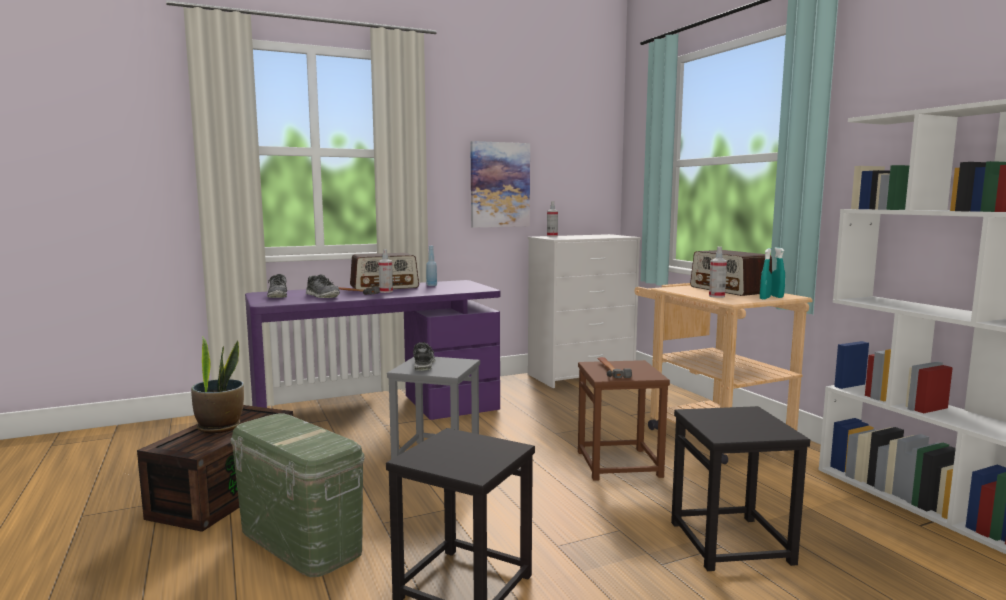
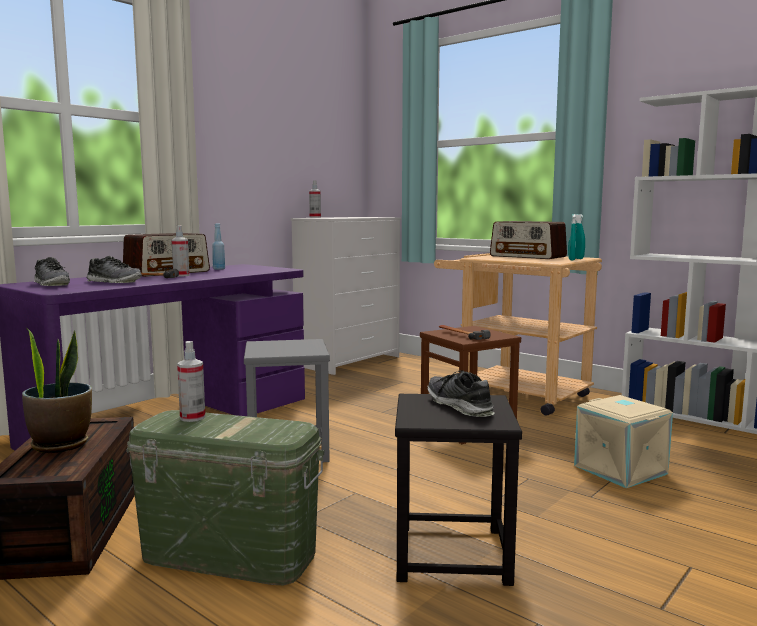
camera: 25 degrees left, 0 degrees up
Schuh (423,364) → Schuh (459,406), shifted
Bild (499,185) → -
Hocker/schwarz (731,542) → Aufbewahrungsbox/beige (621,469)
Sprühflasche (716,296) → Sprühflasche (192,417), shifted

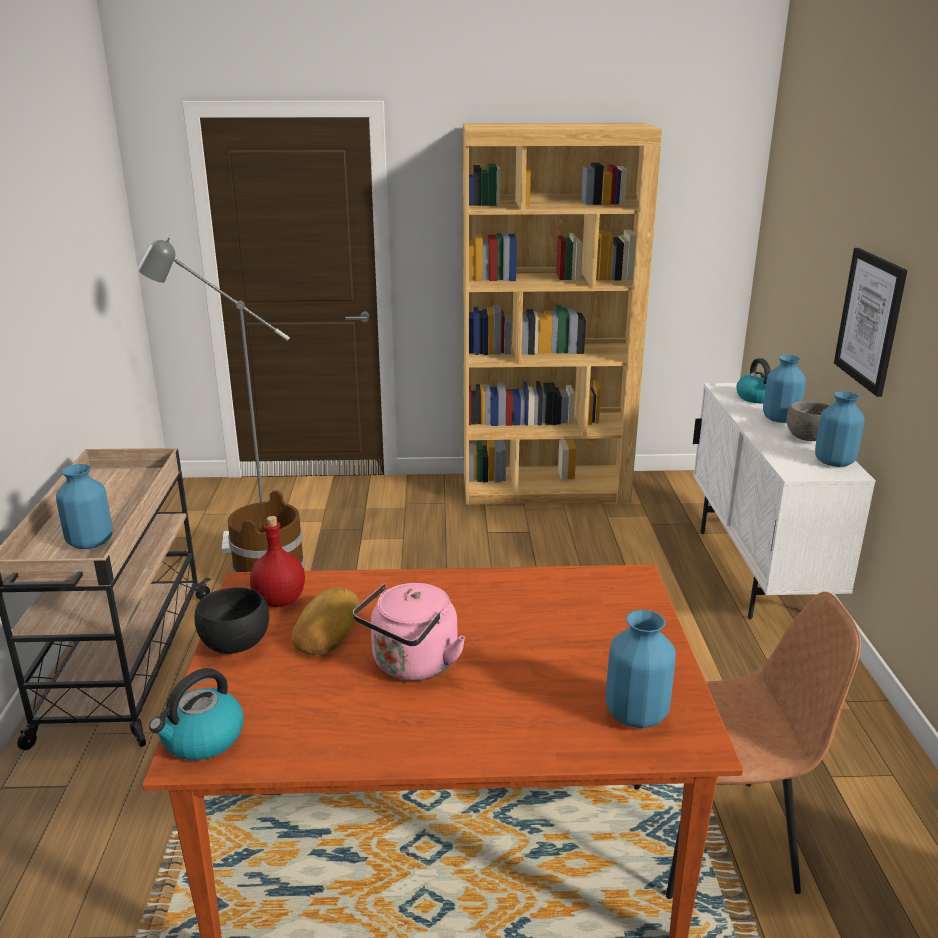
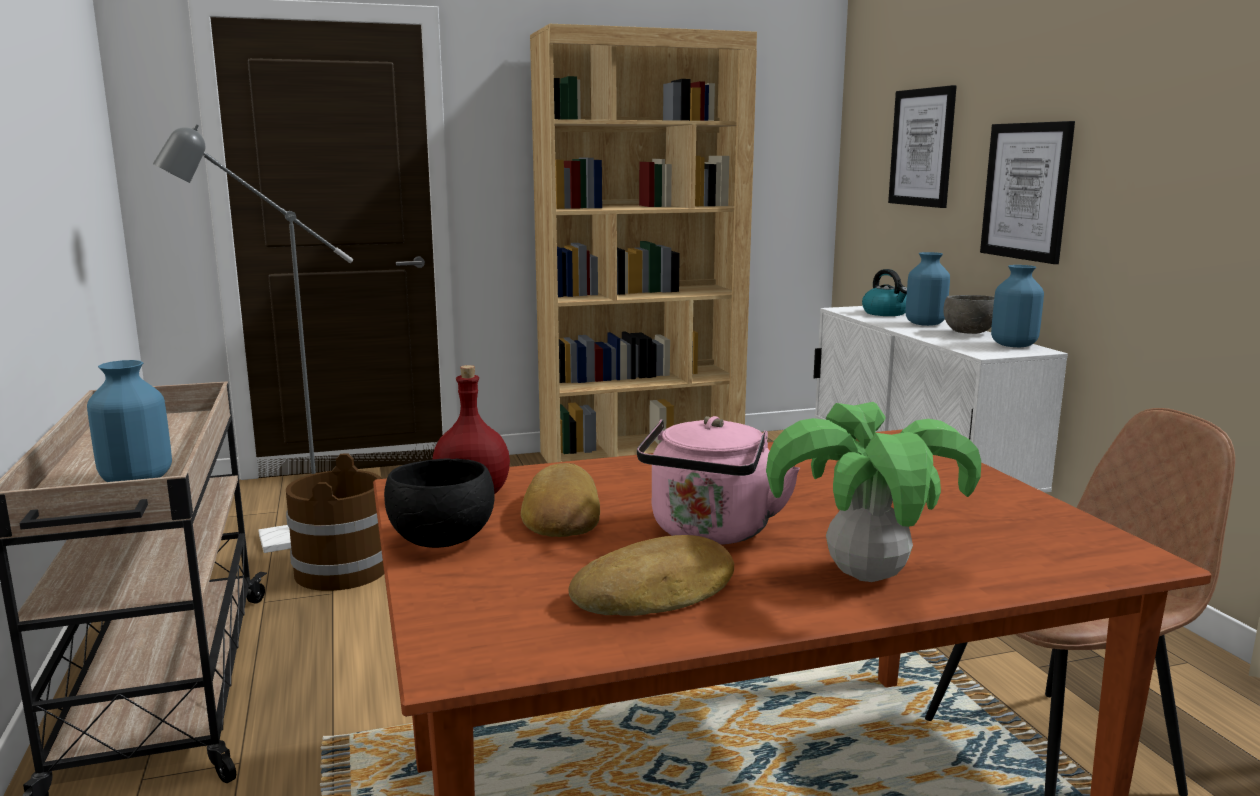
camera: 15 degrees left, 10 degrees down
Wasserkessel (202,739) → -
Vase/blau (636,714) → -
- → Brot (657,592)
- → Topfpflanze (867,575)
- → Bild (922,147)

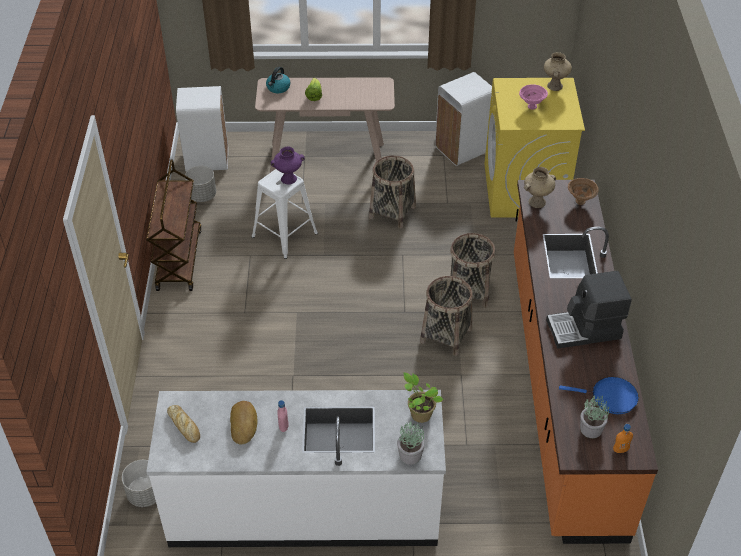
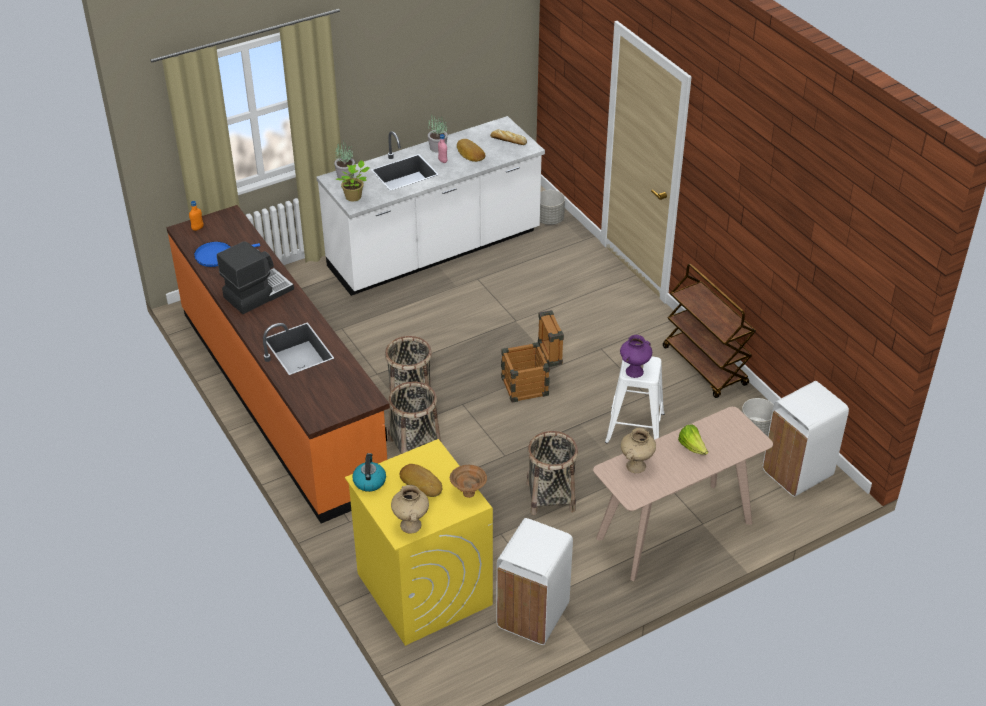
camera: 150 degrees right, 5 degrees down
Wasserkessel (278,88) → Wasserkessel (369,481), shifted
Schüssel/rosa (531,107) → Brot (421,482)
Vase/beige (537,201) → Vase/beige (636,466), shifted
Schüssel/braun (581,202) → Schüssel/braun (467,493), shifted
Topfpflanze (591,429) → Topfpflanze (437,148), shifted
- → Kiste (531,385)

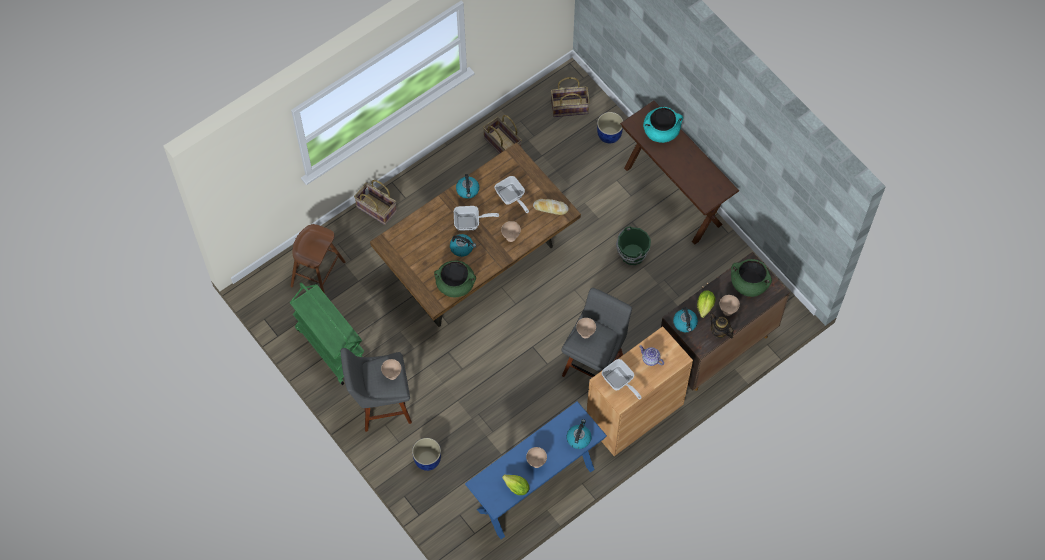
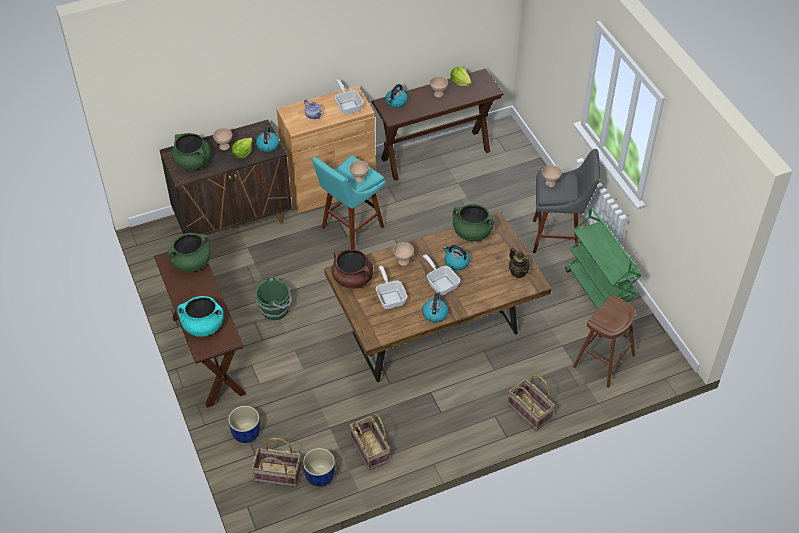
camera: 165 degrees left, 15 degrees down
Pflanzkübel/blau (427,459) → Pflanzkübel/blau (320,476), shifted
Pfanne (470,222) → Pfanne (441,283), 45 degrees clockwise
Konsolentisch/blau (535,489) → Konsolentisch/braun (436,155)
Brot (550,208) → Kochtopf/braun (353,279)
Hocker/grau (595,364) → Hocker/türkis (350,229)
Teekanne (719,331) → Teekanne (518,272), shifted
- → Kochtopf/grün (191,263)

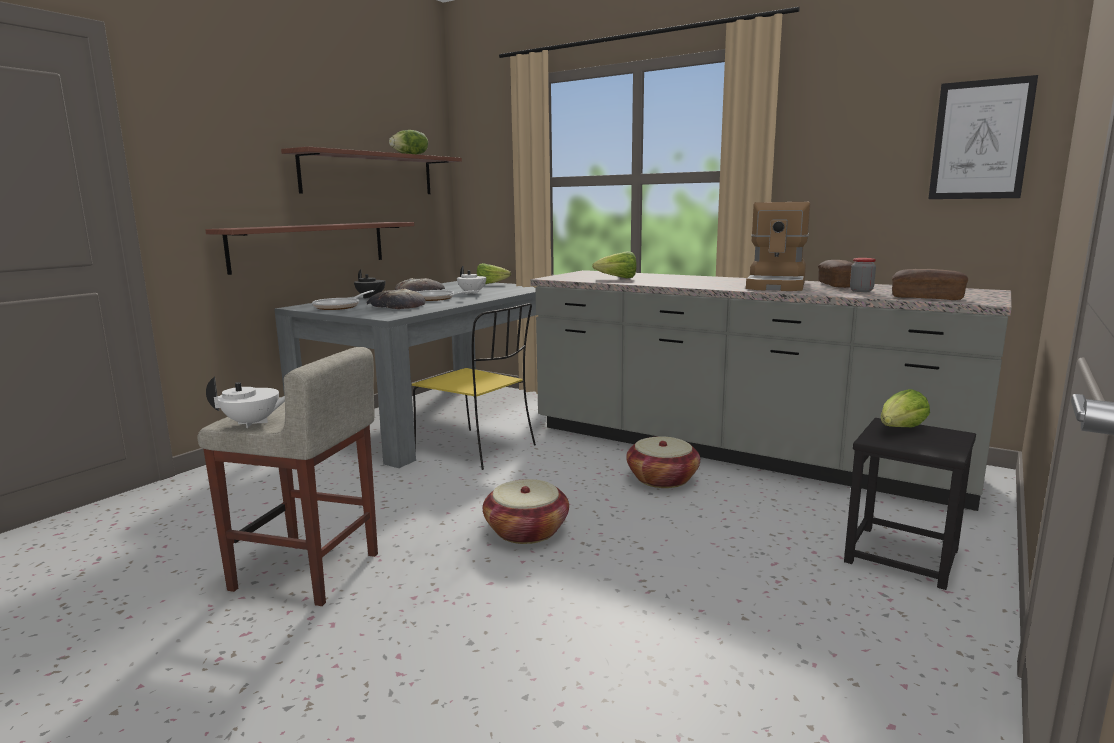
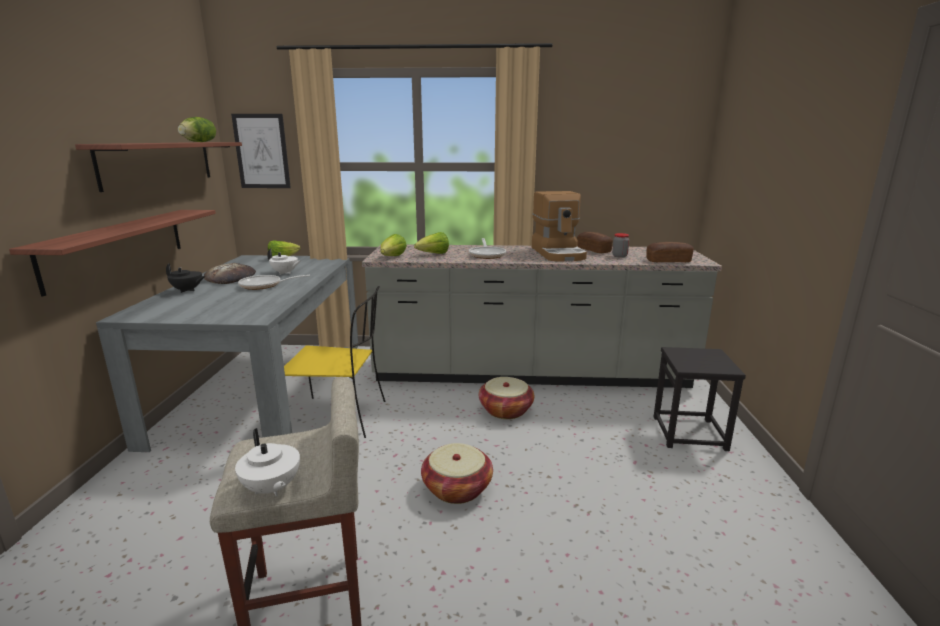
camera: 30 degrees left, 5 degrees up
Teekanne/weiß (253,423) → Teekanne/weiß (271,488), 90 degrees clockwise
Pfanne (340,307) → Pfanne (487,255), shifted
Brot (396,306) → -
Salatkopf (900,430) → Salatkopf (392,257), shifted
Bild (980,140) → Bild (261,151), shifted

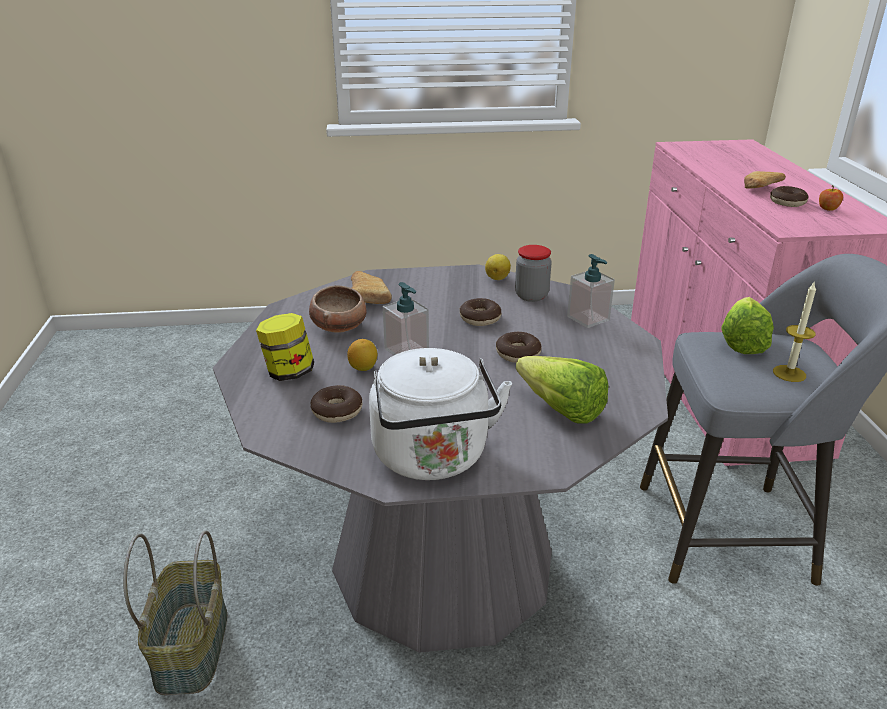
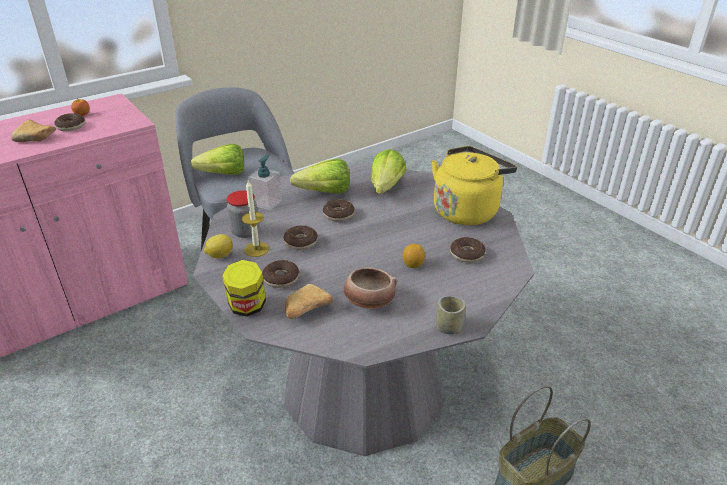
camera: 120 degrees left, 5 degrees up
Vorratsglas (289,372) → Vorratsglas (247,307), shifted
Wasserkessel/weiß (433,458) → Wasserkessel/gelb (467,210)
Seifenspender (406,350) → -
Kerze (789,373) → Kerze (256,249), shifted
- → Donut (281,279)
- → Salatkopf (320,192)
- → Tasse (449,328)

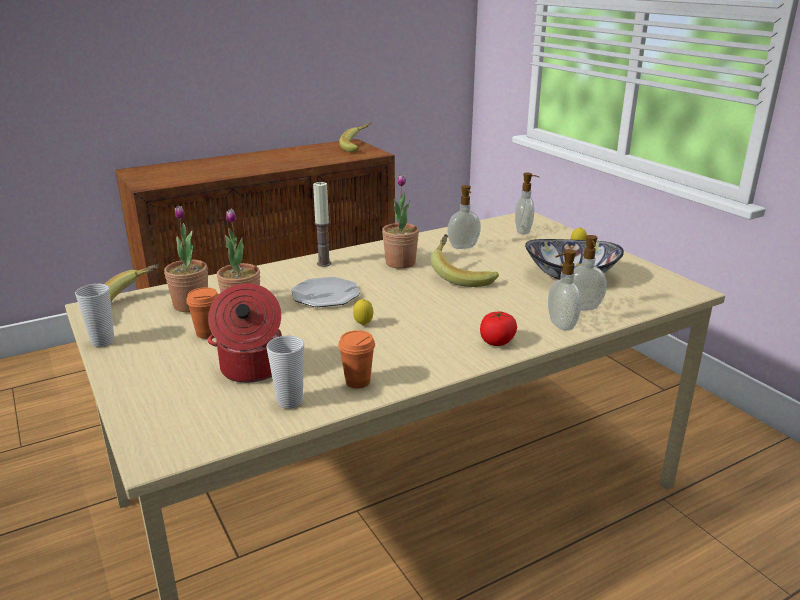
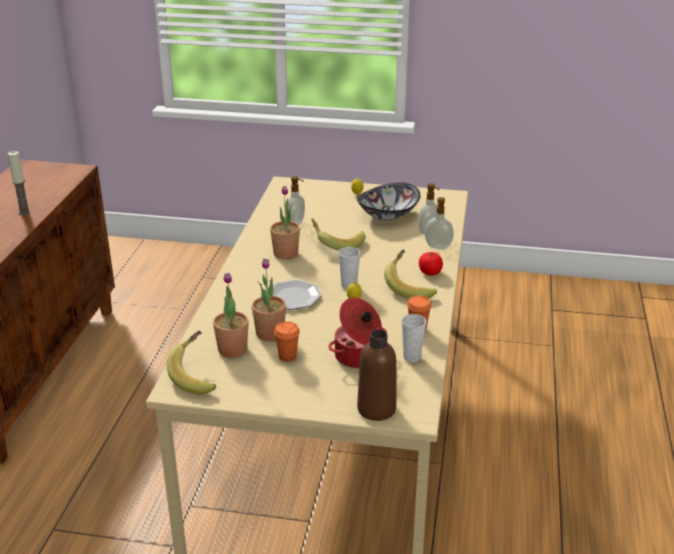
camera: 50 degrees left, 5 degrees up
Tasse (102,341) → Tasse (349,286), shifted
Kerze (324,263) → Kerze (24,212), shifted
Banane (358,147) → Banane (410,287), shifted
Seifenspender (524,231) → -
- → Flasche/braun (376,409)

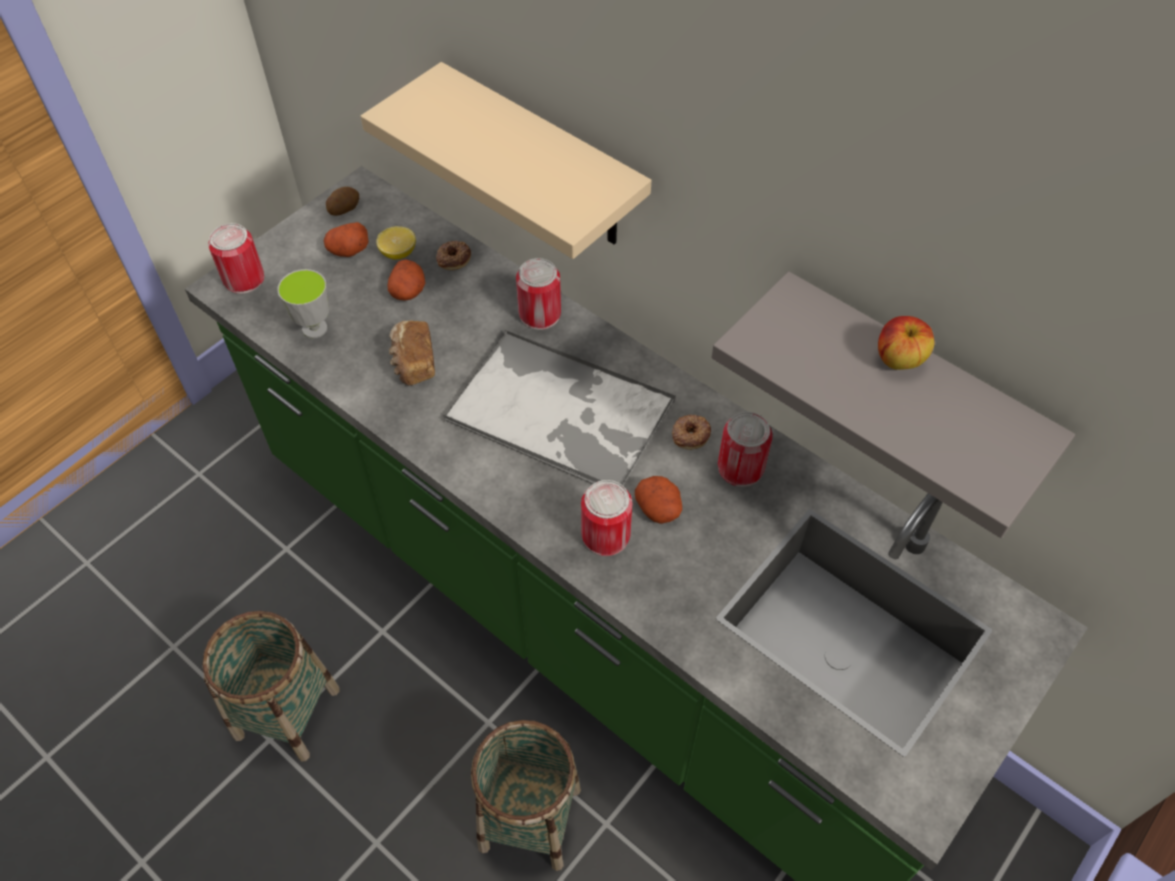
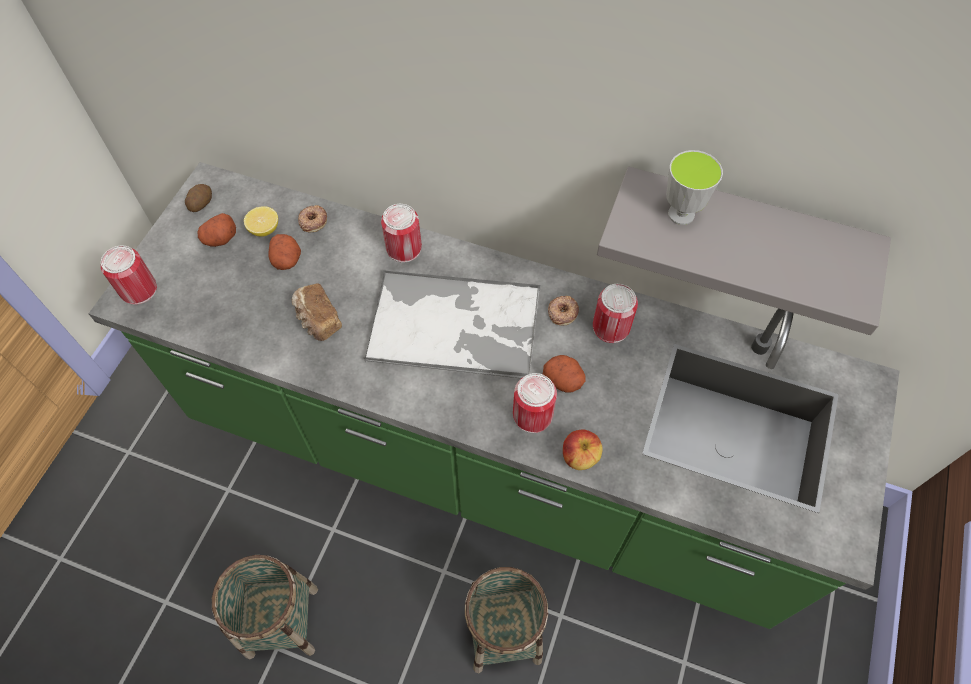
camera: 20 degrees left, 5 degrees up
Tasse (314,328) → Tasse (681,214), shifted
Wandregal/beige (543,160) → -
Apfel (899,359) → Apfel (579,457), shifted

